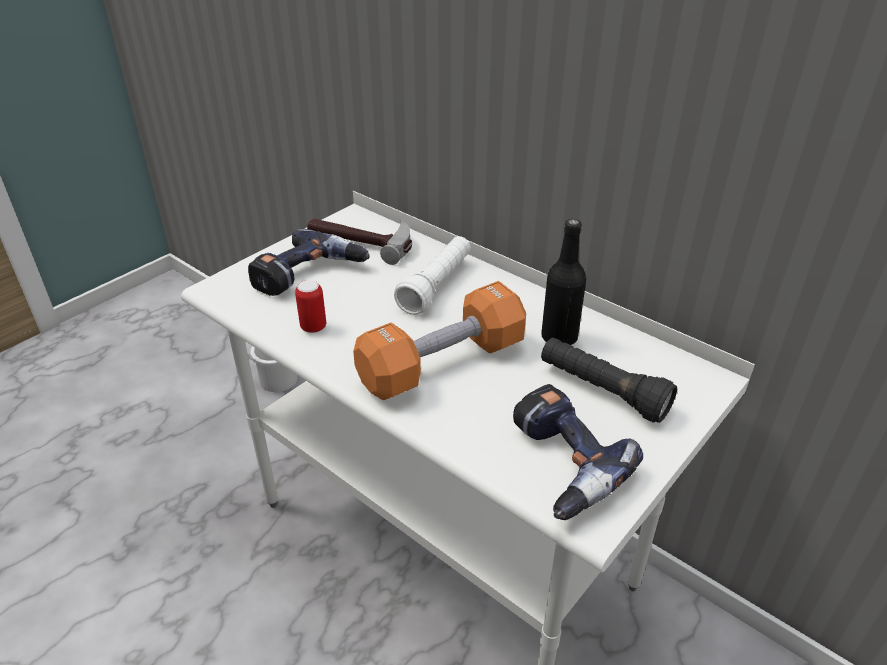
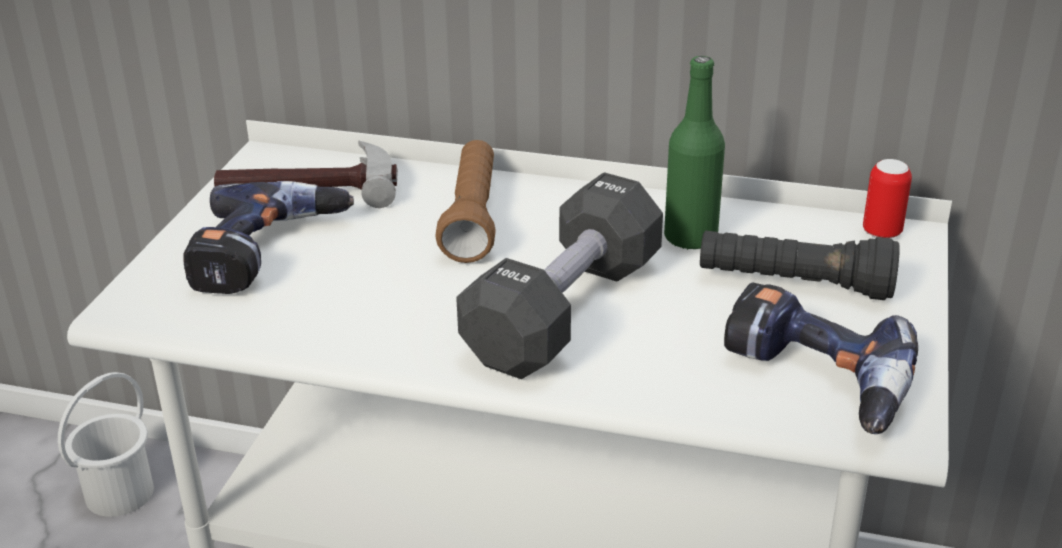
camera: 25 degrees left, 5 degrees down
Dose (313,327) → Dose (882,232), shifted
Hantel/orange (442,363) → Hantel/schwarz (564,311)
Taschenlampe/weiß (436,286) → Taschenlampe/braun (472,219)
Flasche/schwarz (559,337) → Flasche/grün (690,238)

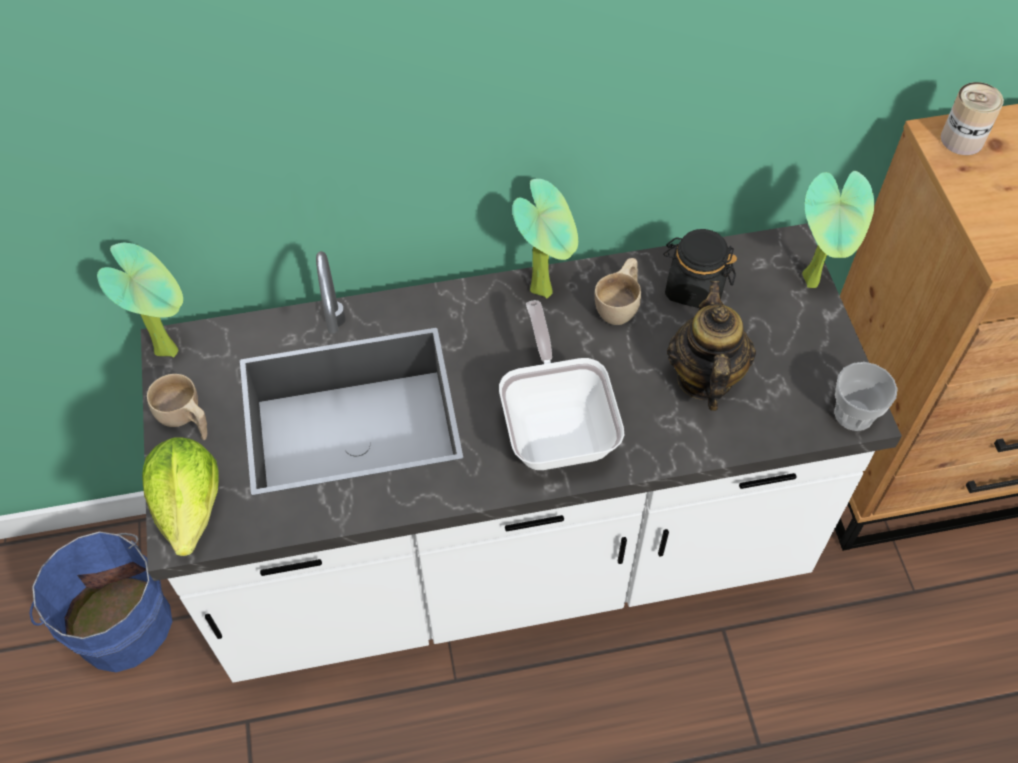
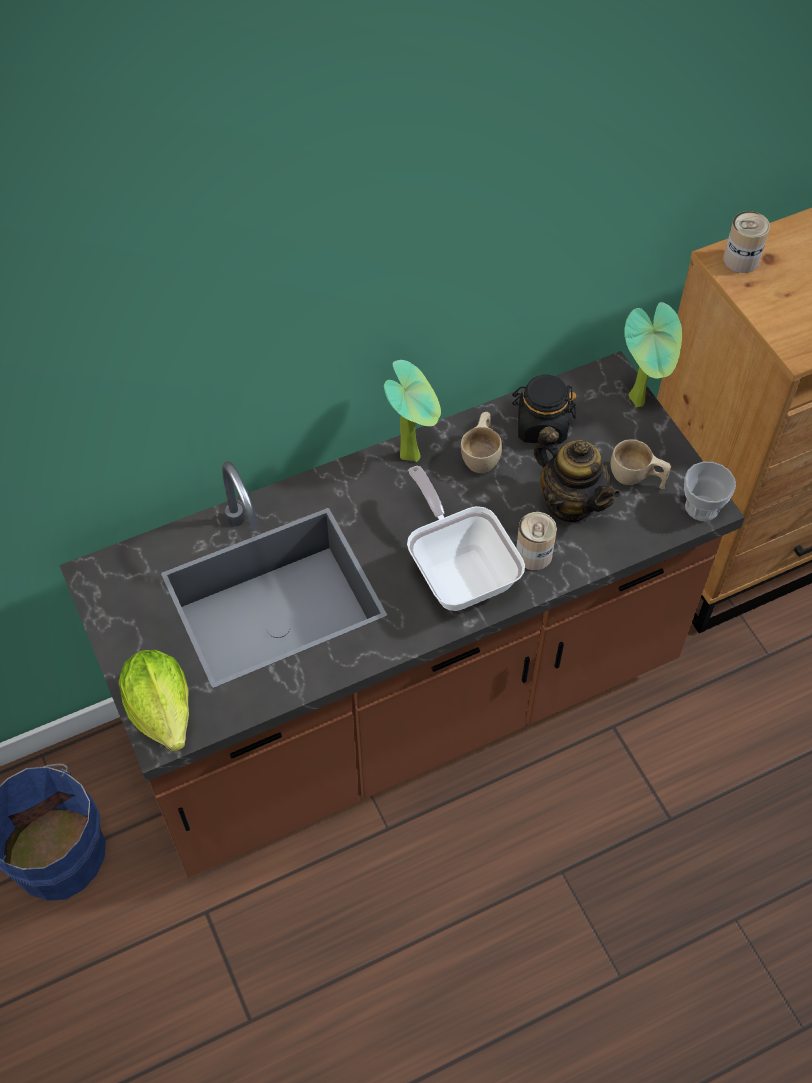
camera: 15 degrees left, 0 degrees up
Topfpflanze (171,348) → -
Küchenzeile/weiß (510,555) → Küchenzeile/braun (406,705)
Tasse/beige (186,420) → Tasse/beige (636,478), shifted
Teekanne (704,377) → Teekanne (571,502), 150 degrees clockwise
- → Dose (533,554)

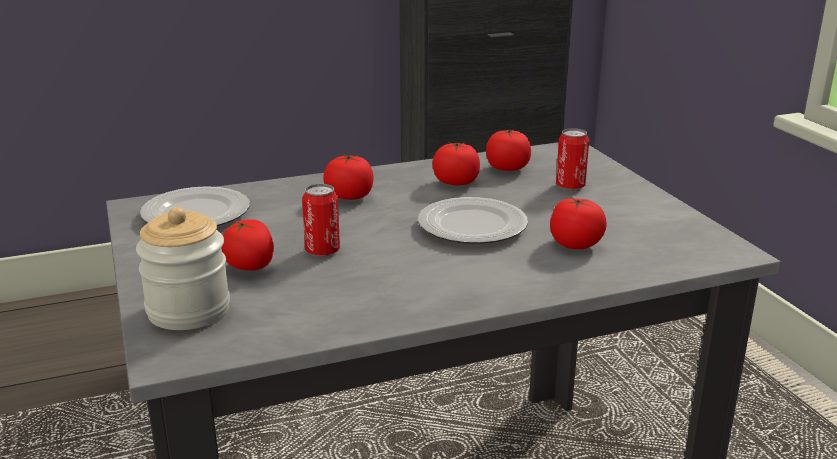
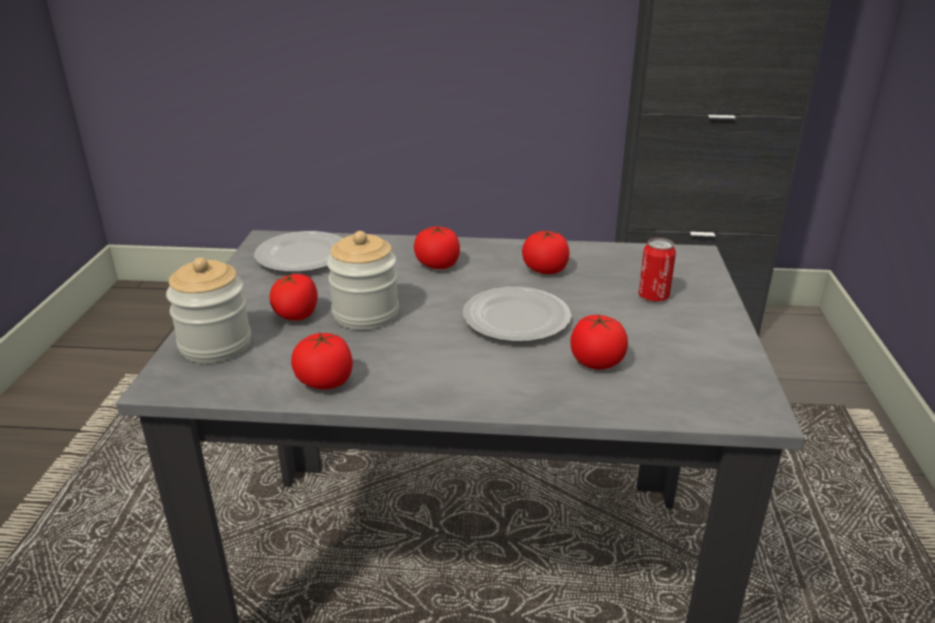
camera: 25 degrees right, 5 degrees up
Dose (322,251) → Vorratsglas (365,314)
Tomate (507,168) → Tomate (325,382), shifted

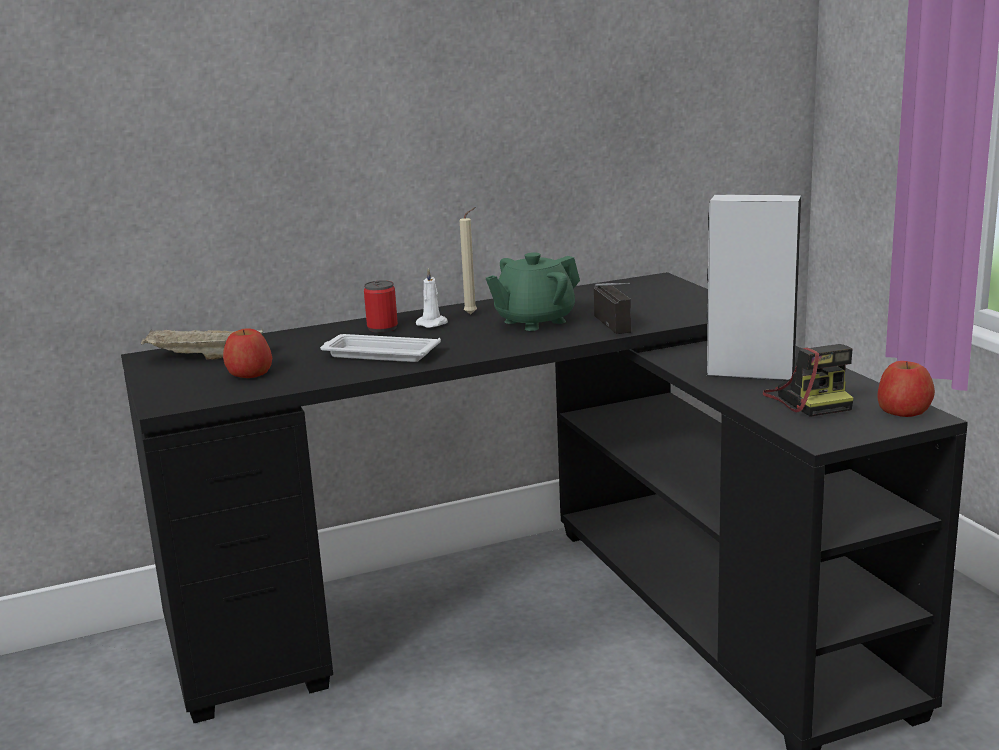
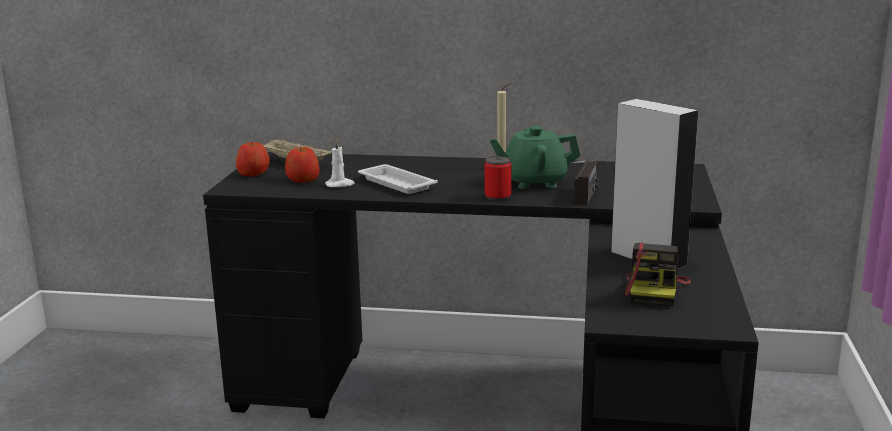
camera: 30 degrees right, 0 degrees up
Dose (382,328) → Dose (497,197), shifted
Kerze/weiß (433,324) → Kerze/weiß (340,184), shifted
Apfel (903,411) → Apfel (253,173), shifted

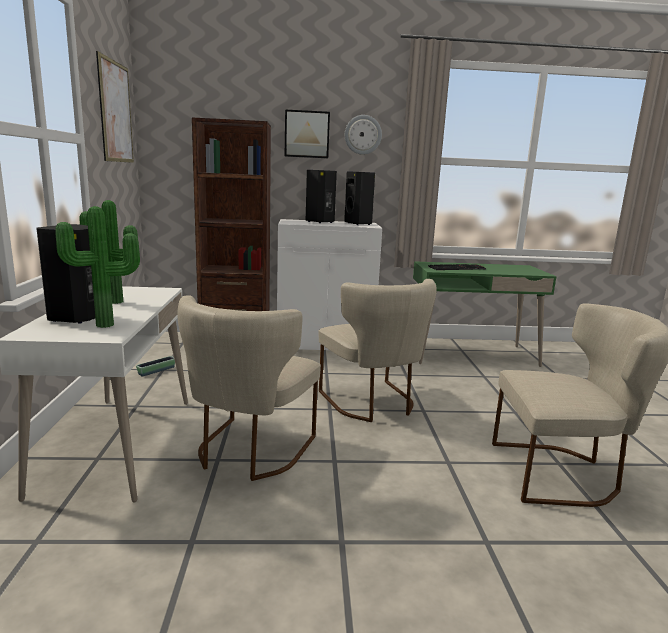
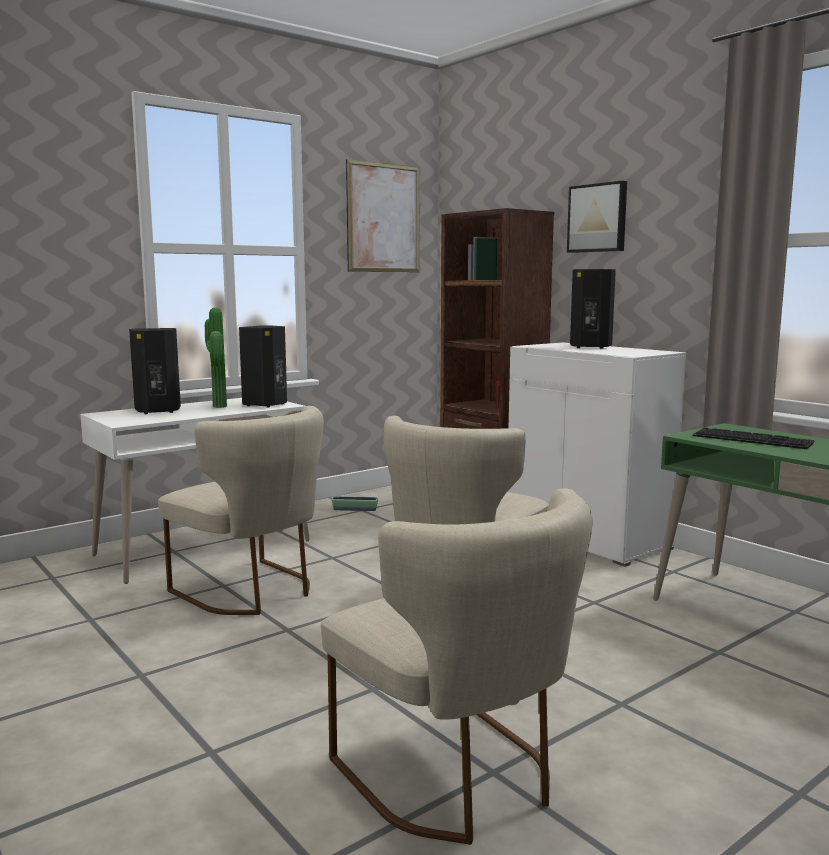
camera: 55 degrees right, 5 degrees down
Topfpflanze (106,326) → -
Stuhl/beige (249,452) → Stuhl/beige (253,591), 120 degrees counterclockwise
Lautsprecher/schwarz (359,224) → Lautsprecher/schwarz (266,404), shifted
Wanduhr (363,134) → -

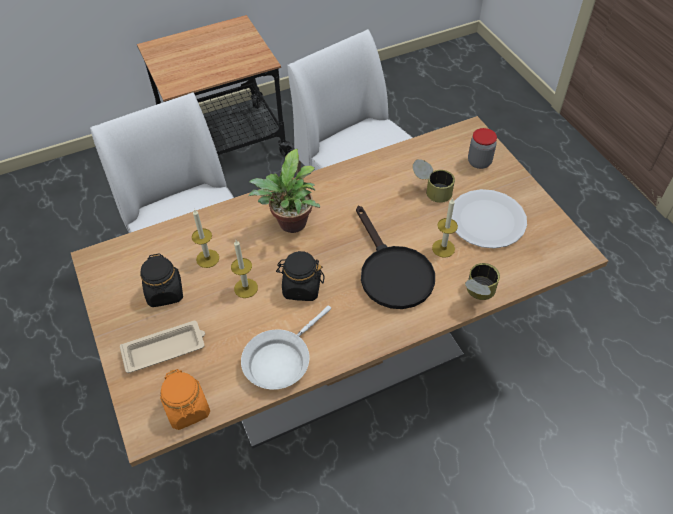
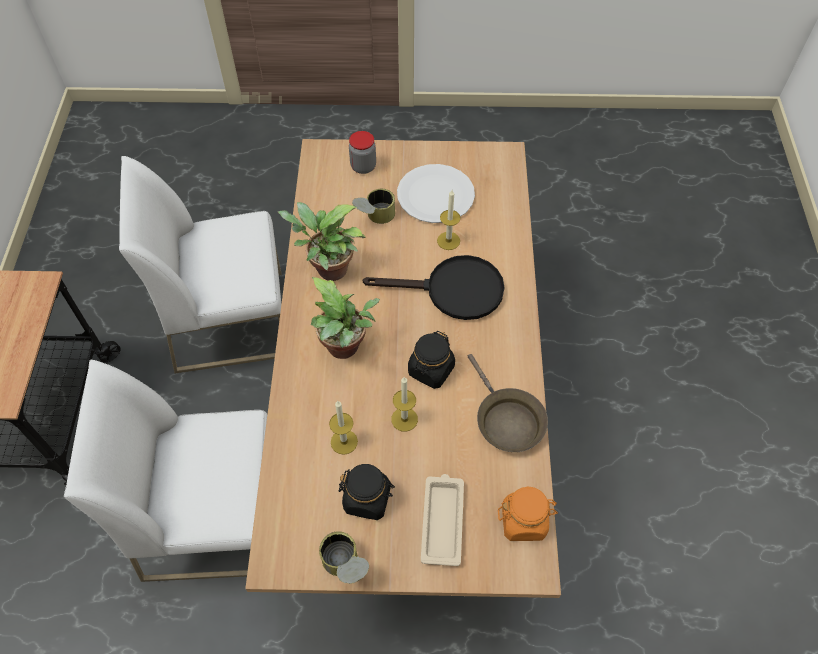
camera: 65 degrees left, 5 degrees up
Pfanne/weiß (280,360) → Pfanne/braun (506,420)
Dose (477,294) → Dose (345,567), shifted
- → Topfpflanze (328,270)

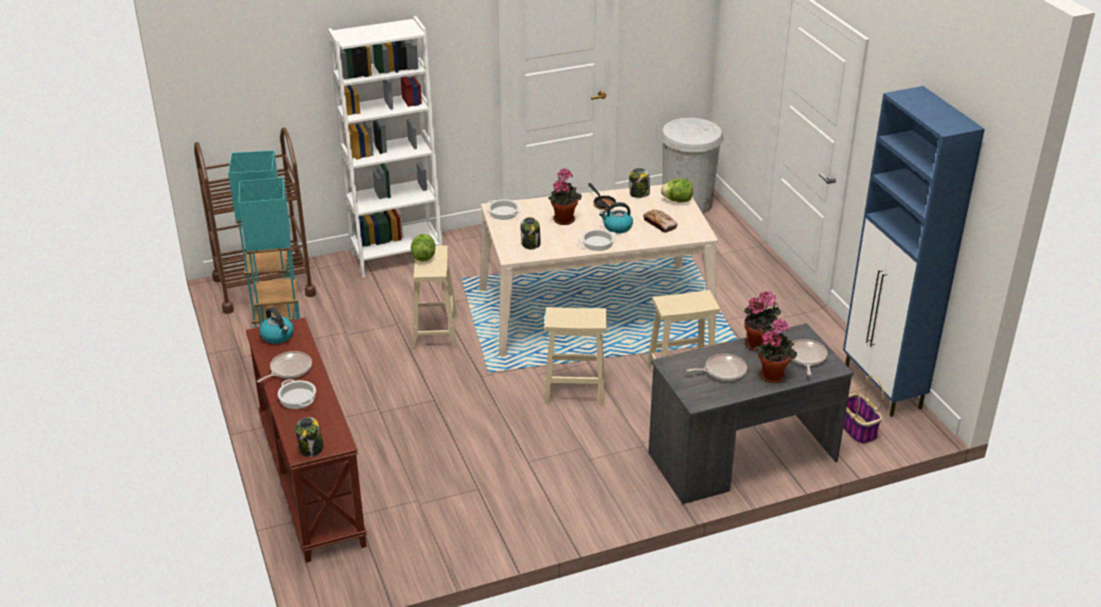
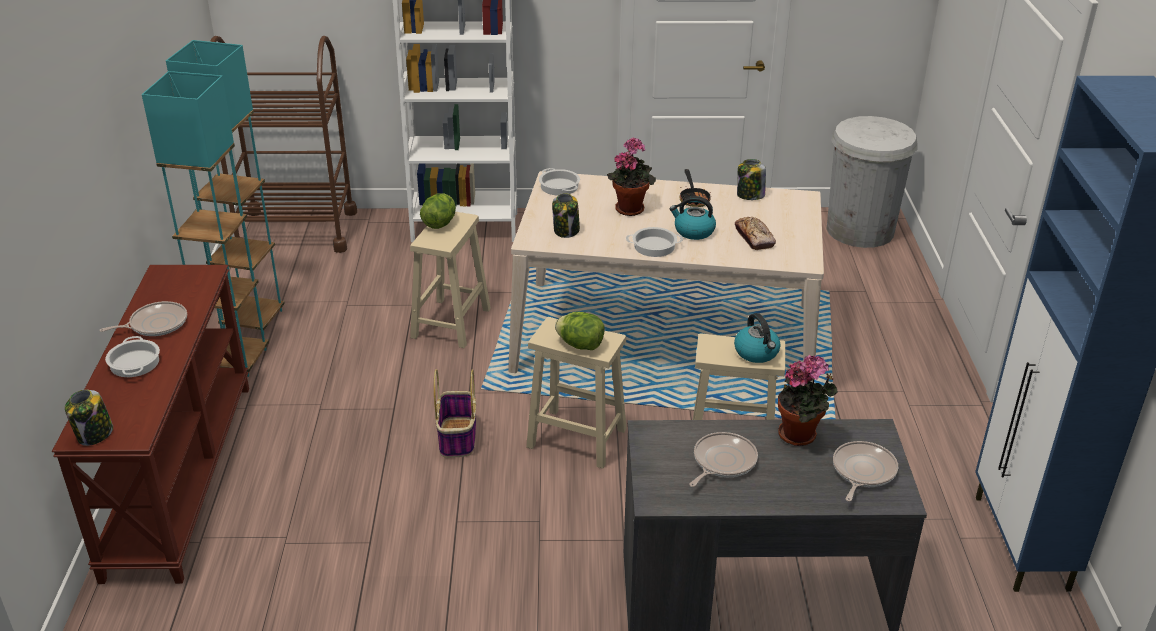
camera: 20 degrees right, 0 degrees up
Wasserkessel (278,336) → Wasserkessel (757,353), shifted
Salatkopf (677,200) → Salatkopf (580,345), shifted
Pfanne (723,371) → Pfanne (722,462), 60 degrees counterclockwise
Topfpflanze (773,374) → -
Korb (857,429) → Korb (457,438), shifted

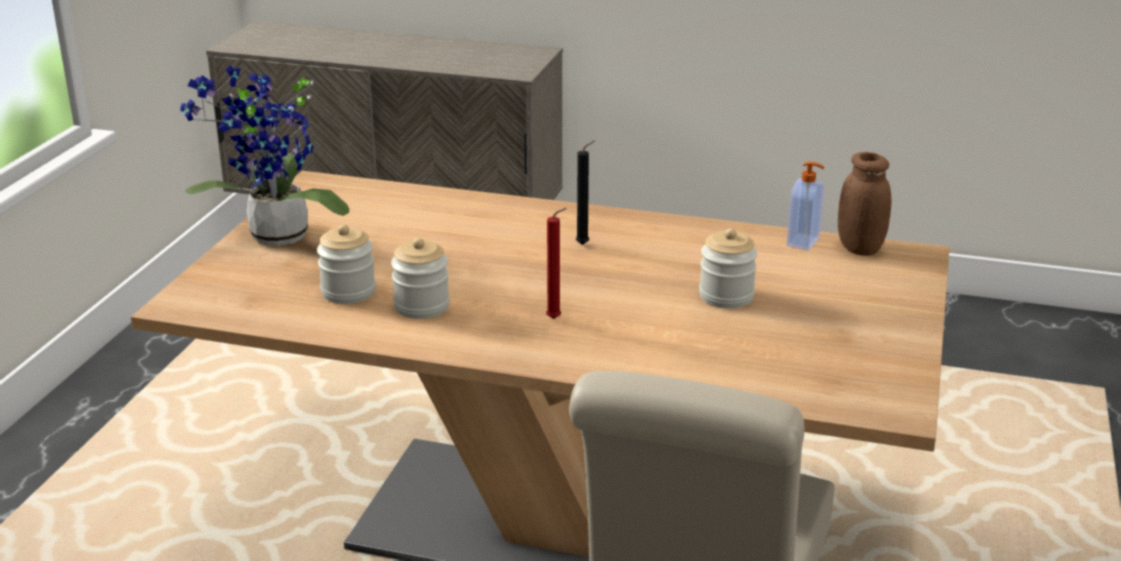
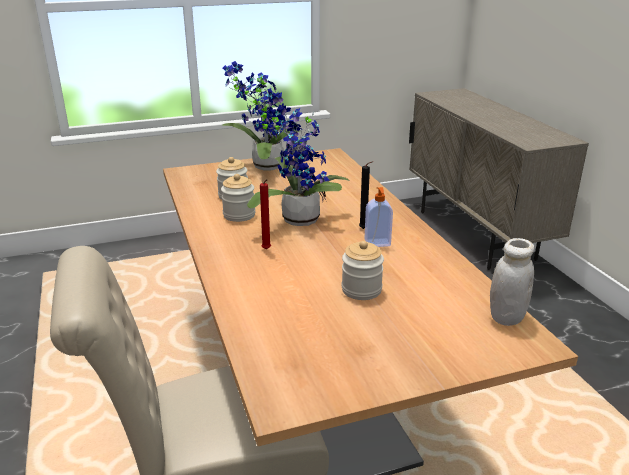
camera: 55 degrees right, 0 degrees up
Seifenspender (804,242) → Seifenspender (377,243), shifted
Vorratsglas/braun (859,248) → Vorratsglas/weiß (506,317)
- → Topfpflanze (297,218)

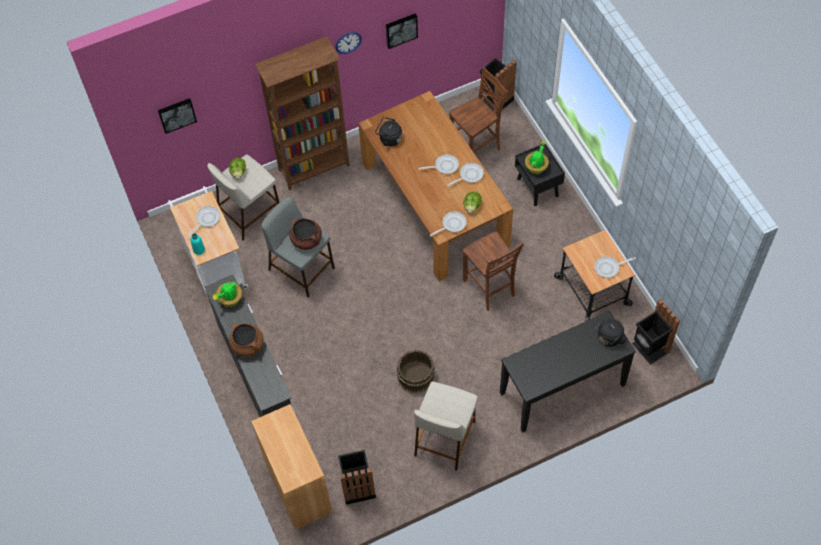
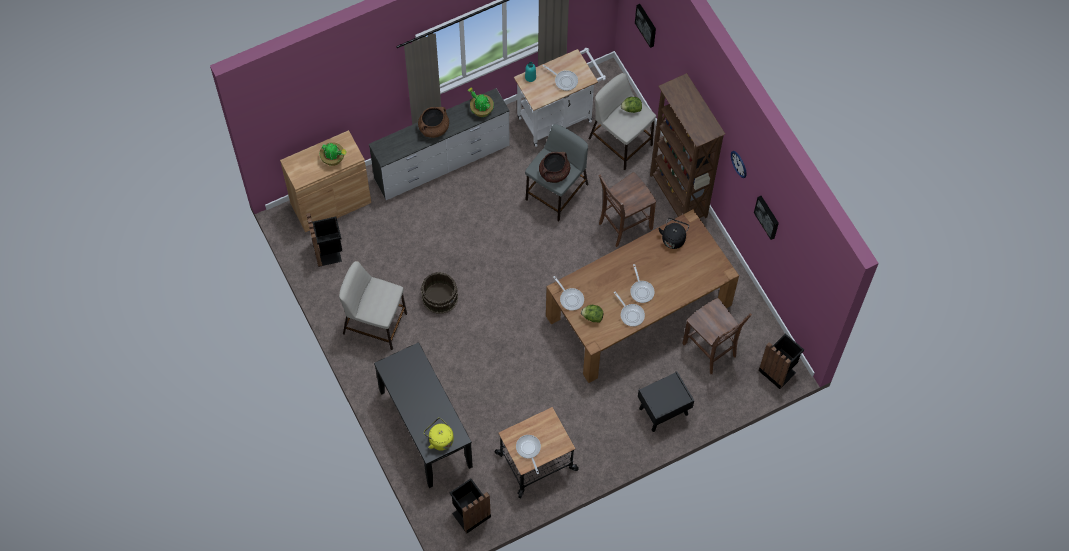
camera: 85 degrees right, 5 degrees up
Stuhl/braun (490,289) → Stuhl/braun (623,225), shifted
Topfpflanze (536,167) → Topfpflanze (333,159), shifted
Wasserkessel/schwarz (608,338) → Wasserkessel/gelb (439,439)

